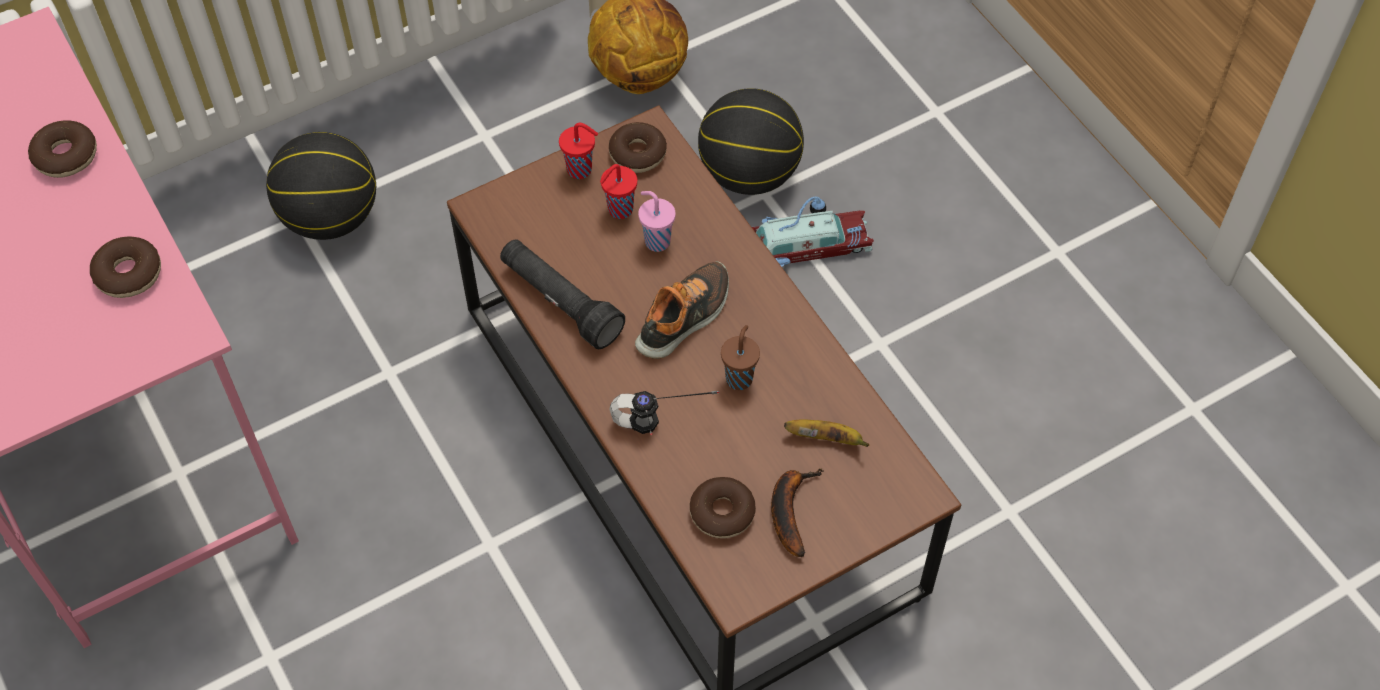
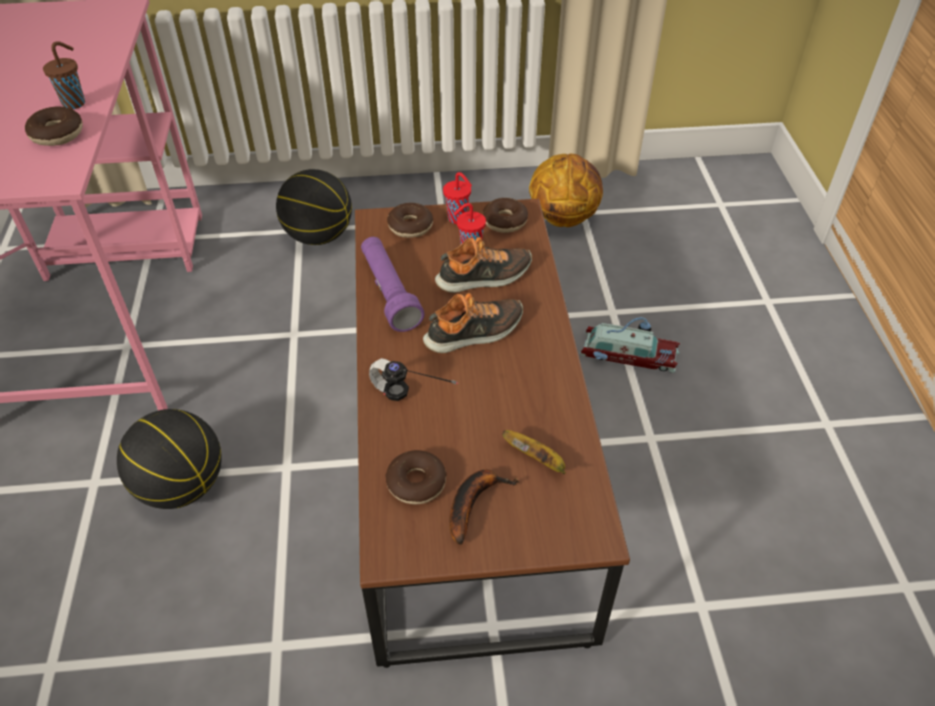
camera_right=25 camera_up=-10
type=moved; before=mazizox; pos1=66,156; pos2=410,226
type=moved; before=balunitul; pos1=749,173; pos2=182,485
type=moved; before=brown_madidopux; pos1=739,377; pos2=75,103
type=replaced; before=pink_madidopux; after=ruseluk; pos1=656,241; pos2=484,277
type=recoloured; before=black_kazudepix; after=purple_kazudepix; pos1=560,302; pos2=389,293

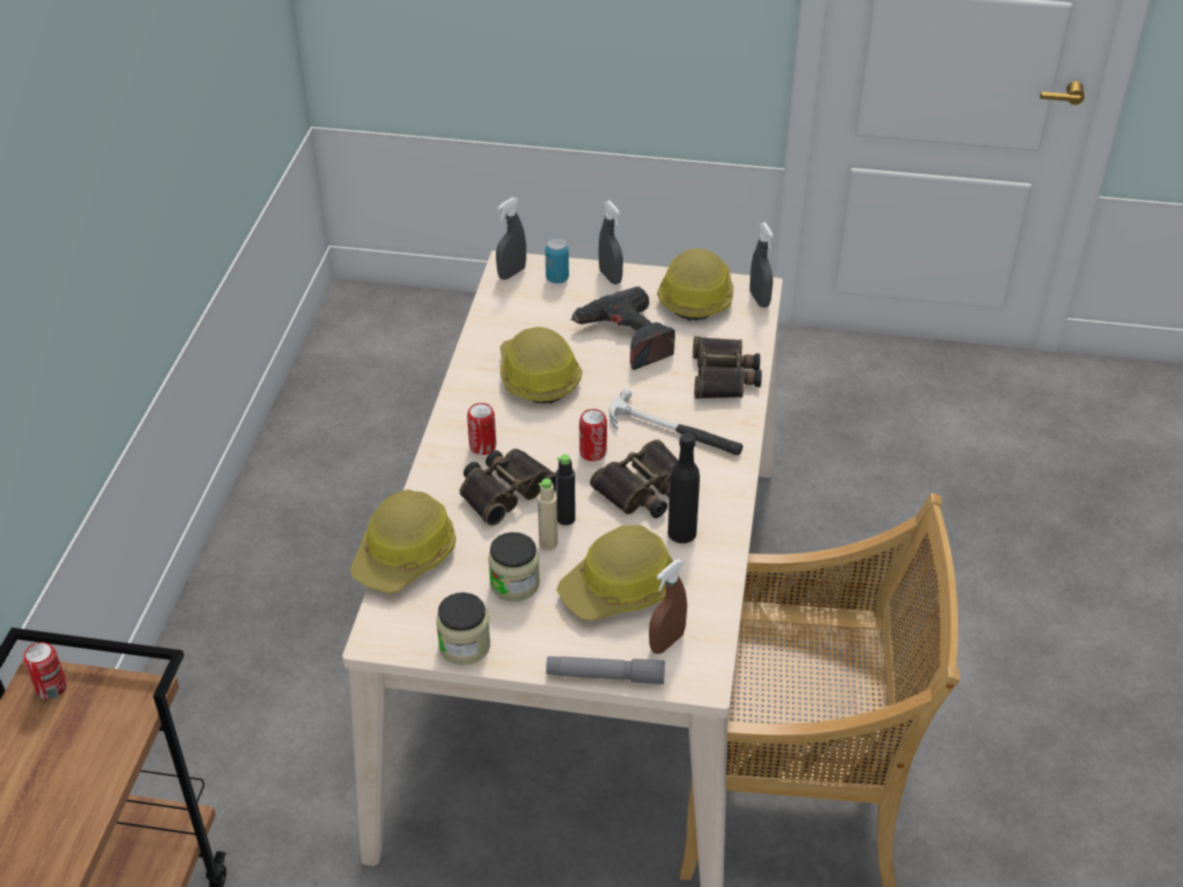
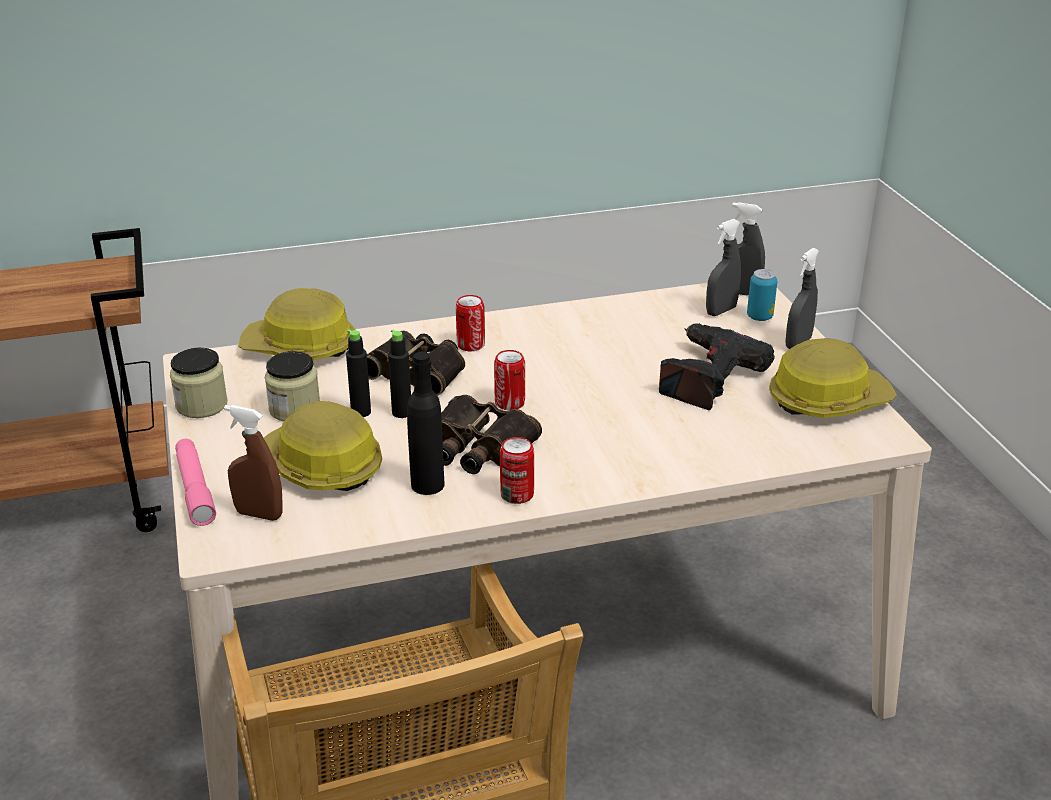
camera_right=65 camera_up=-10
type=removed; before=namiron; pos1=537,377
type=removed; before=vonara; pos1=674,432
type=removed; before=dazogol; pos1=724,376
type=moved; before=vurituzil; pos1=51,688; pos2=517,495
type=moved; before=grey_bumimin; pos1=759,299; pos2=721,311
type=recoloured; before=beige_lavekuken; after=black_lavekuken; pos1=548,543; pos2=361,412
type=recoloured; before=grey_kazudepix; after=pink_kazudepix; pos1=605,676; pos2=195,489

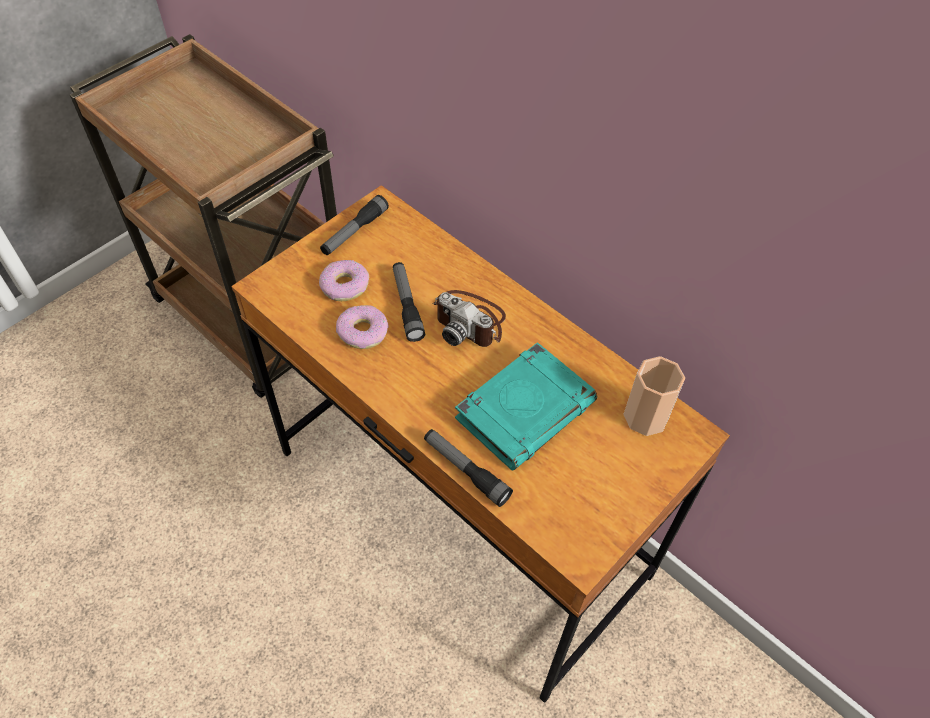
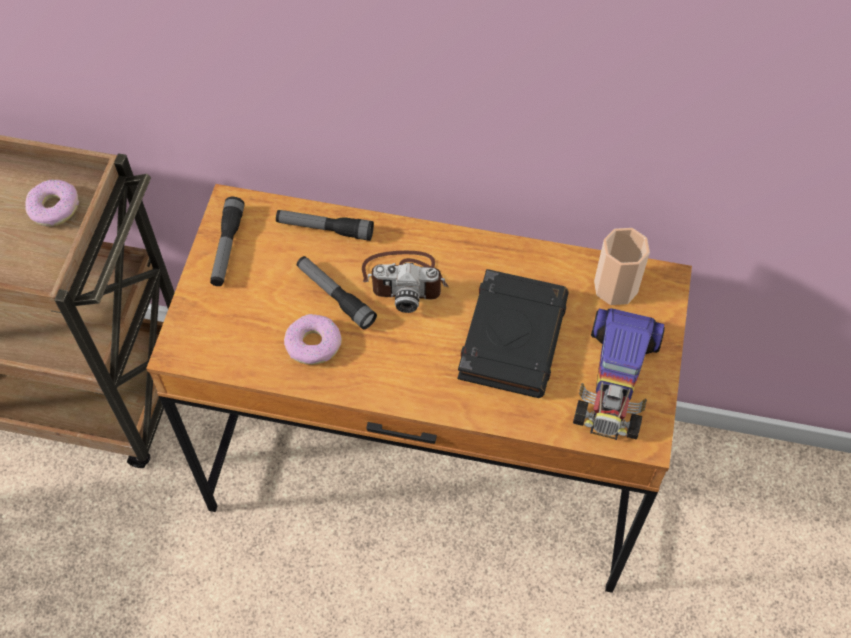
camera_right=-30 camera_up=5
type=added; after=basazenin; pos2=616,379
type=moved; before=mazizox; pos1=344,286; pos2=54,208
type=moved; before=kazudepix; pos1=466,470; pos2=325,229
type=recoloured; before=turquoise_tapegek; after=black_tapegek; pos1=525,409; pos2=512,336

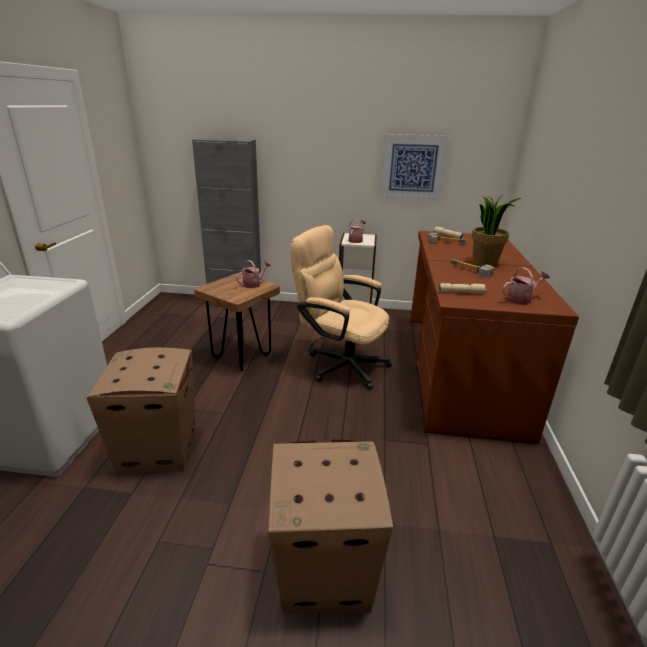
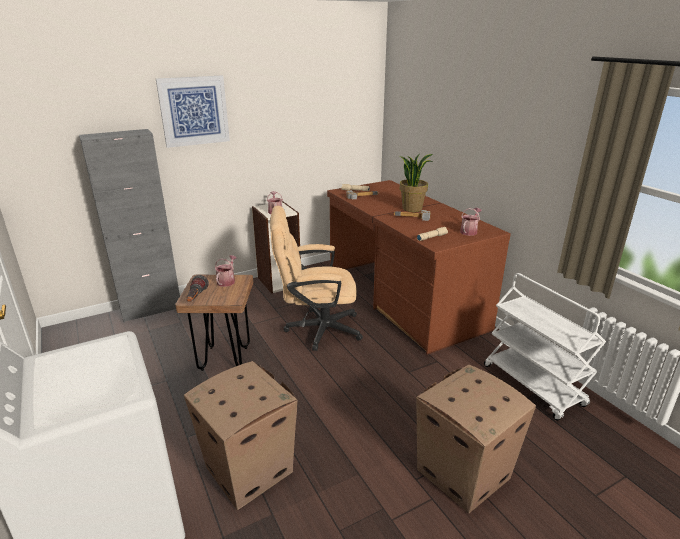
camera_right=-35 camera_up=0
type=added; after=kazudepix; pos2=196,298
type=added; after=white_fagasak; pos2=533,386
type=moved; before=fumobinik; pos1=413,167; pos2=194,111

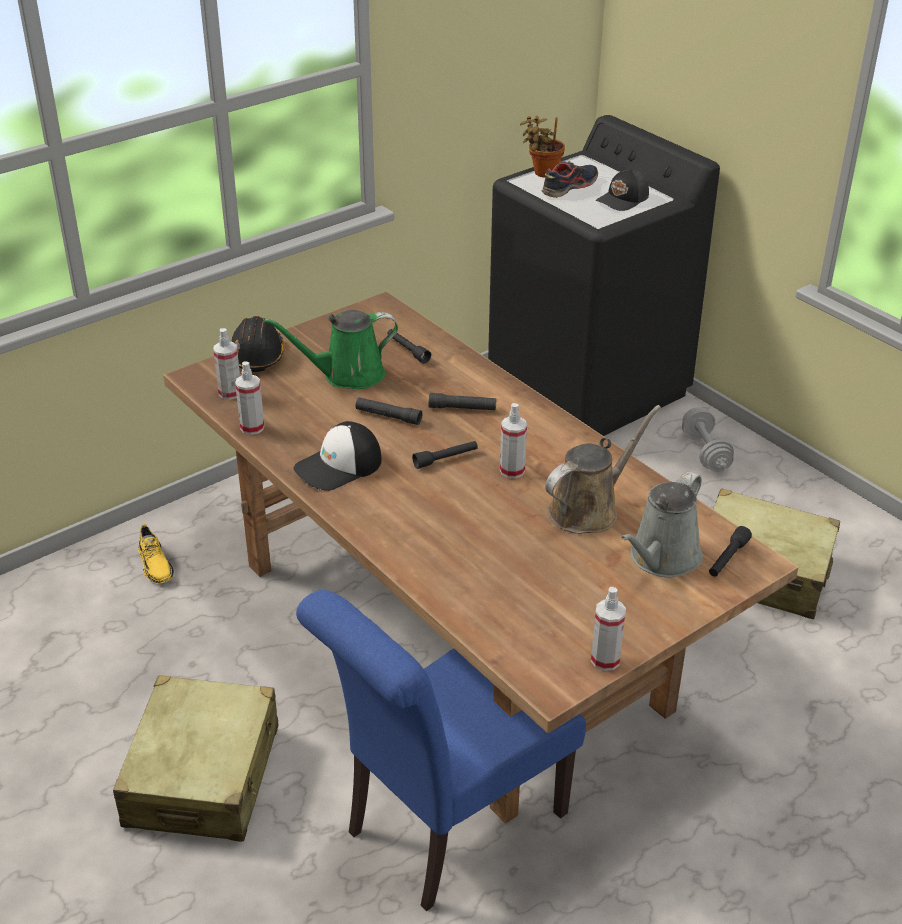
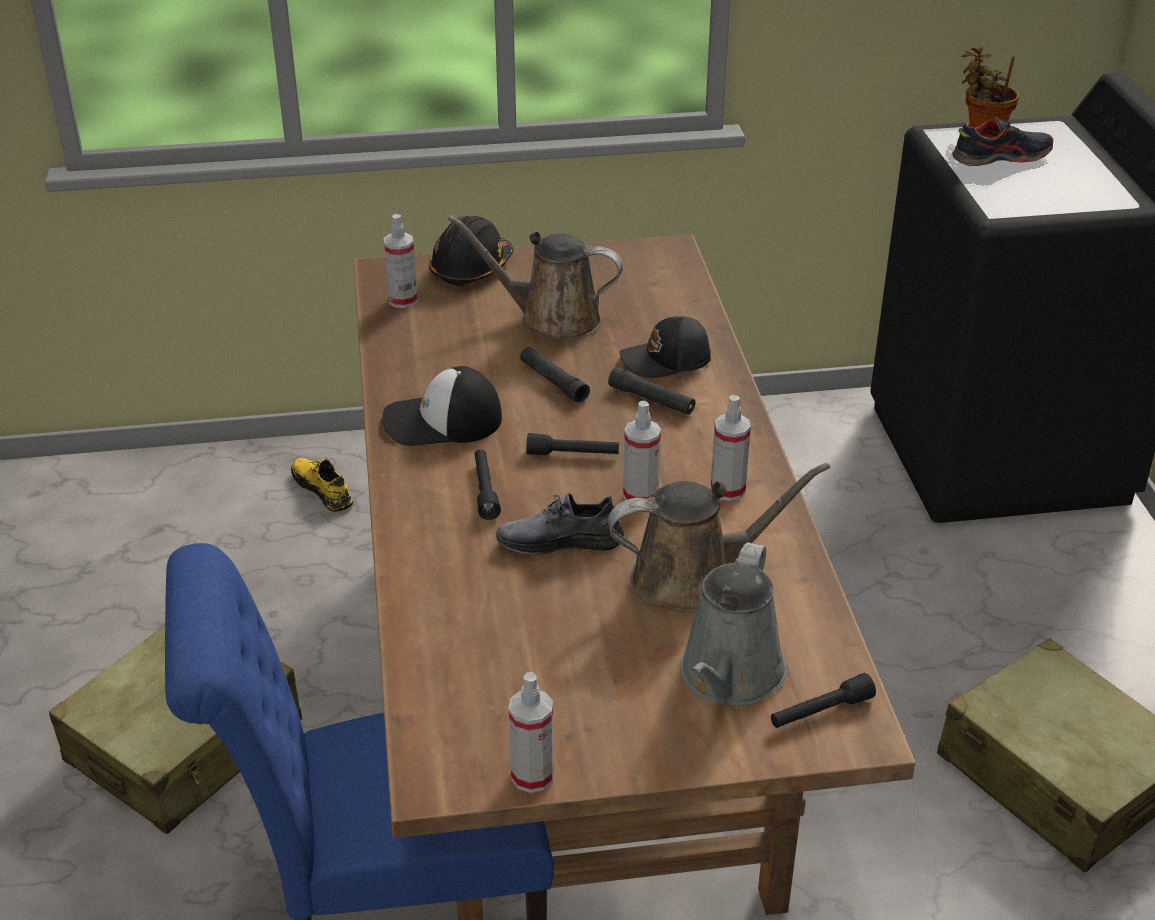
camera_right=30 camera_up=0
type=removed; before=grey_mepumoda; pos1=705,453
type=added; after=grey_ruseluk; pos2=559,541
type=moved; before=bumimin; pos1=252,427; pos2=728,490
type=moved; before=black_kazudepix; pos1=407,350; pos2=485,490
type=moved; before=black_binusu; pos1=623,200; pos2=667,361
type=recoloured; before=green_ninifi; after=brown_ninifi; pos1=347,375; pos2=552,319
type=turned; before=yellow_ruseluk; pos1=155,564; pos2=322,489; turn=135
type=turned; before=grey_ninifi; pos1=662,559; pos2=729,677; turn=-45

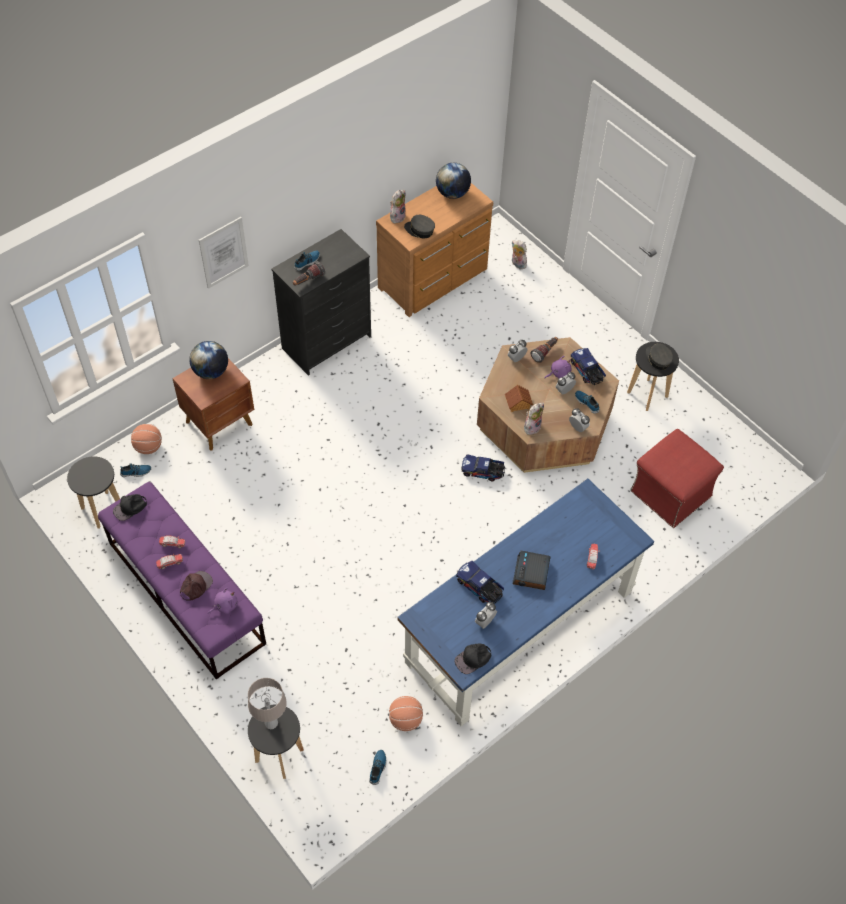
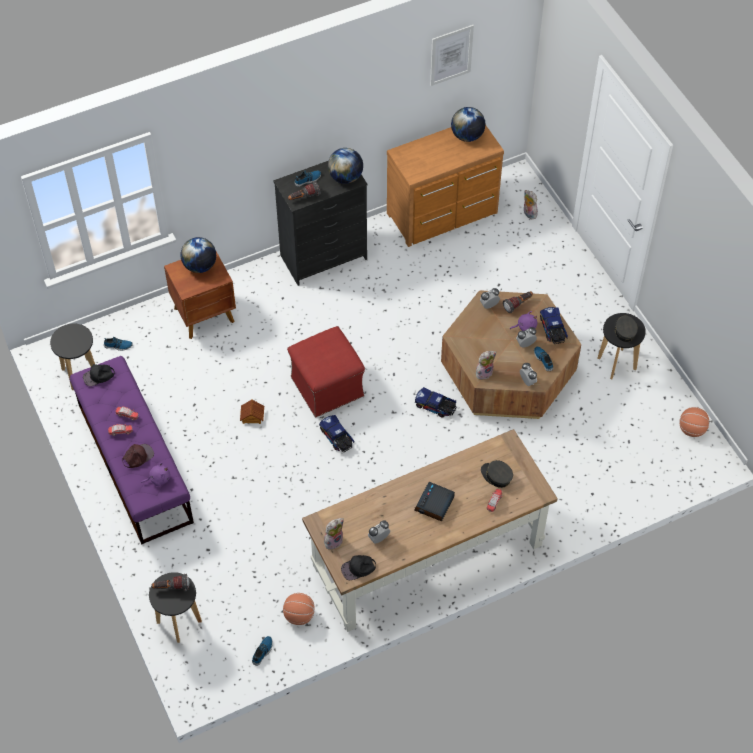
camera_right=15 camera_up=0
type=added; after=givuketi; pos2=345,177
type=moved; before=balunitul; pos1=148,447; pos2=691,429
type=moved; before=fumobinik; pos1=223,252; pos2=451,55
type=moved; before=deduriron; pos1=397,216; pos2=333,540
type=moved; before=grey_binusu; pos1=419,230; pos2=496,476
type=moved; before=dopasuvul; pos1=480,587; pos2=337,438
type=moved; before=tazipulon; pos1=518,403; pos2=252,416
type=moved; before=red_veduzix; pos1=670,493; pos2=326,386
type=replaced; before=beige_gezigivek; after=kazudepix; pos1=271,722; pos2=171,587
type=recoloured; before=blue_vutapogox; after=brown_vutapogox; pos1=519,628; pos2=427,556

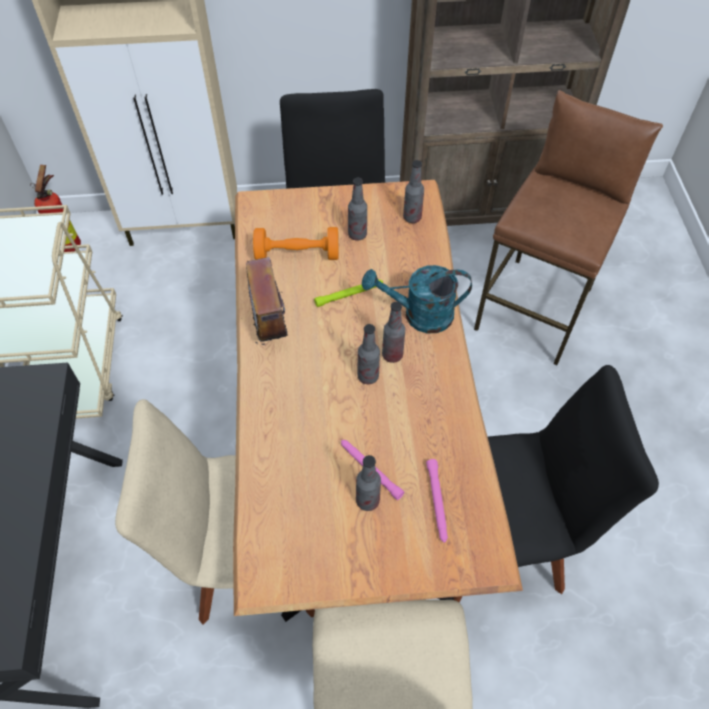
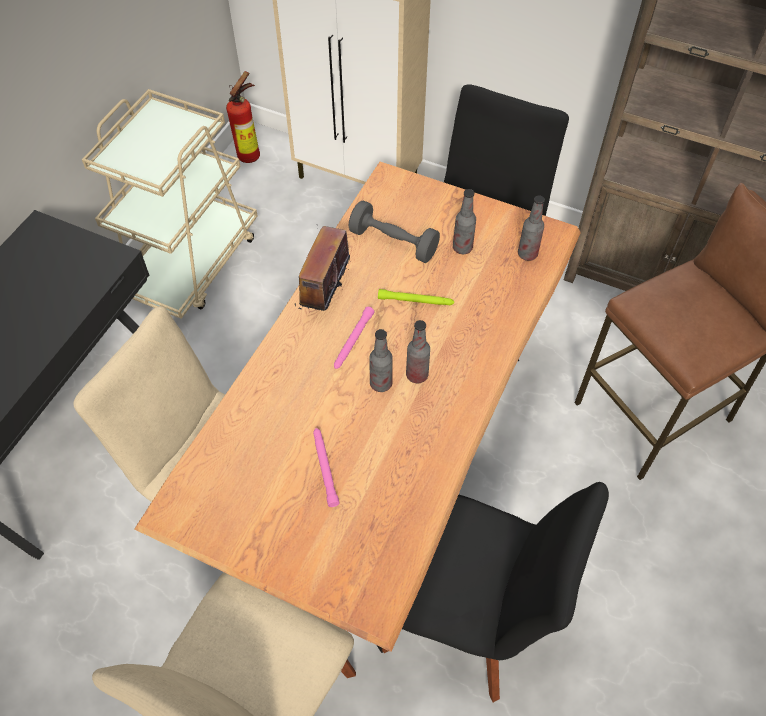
camera_right=30 camera_up=0
type=removed; before=lavekuken; pos1=367,500
type=removed; before=turquoise_ninifi; pos1=419,315
type=moved; before=pink_kazudepix; pos1=437,502; pos2=353,341
type=recoloured; before=orange_mepumoda; after=grey_mepumoda; pos1=297,254; pos2=393,242

